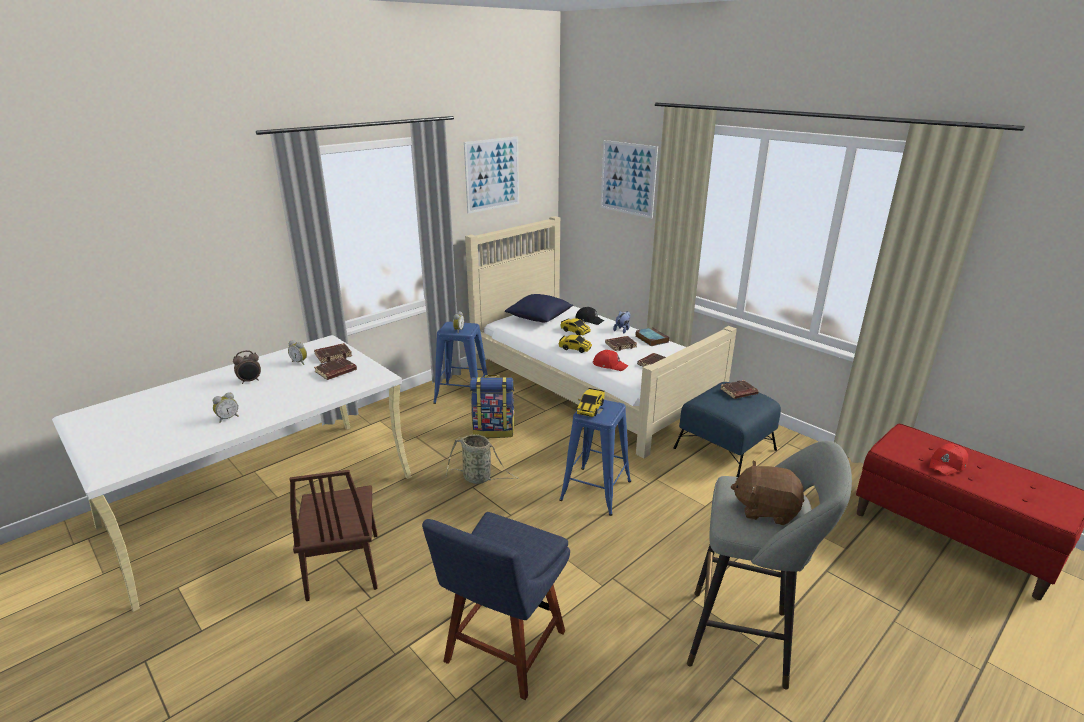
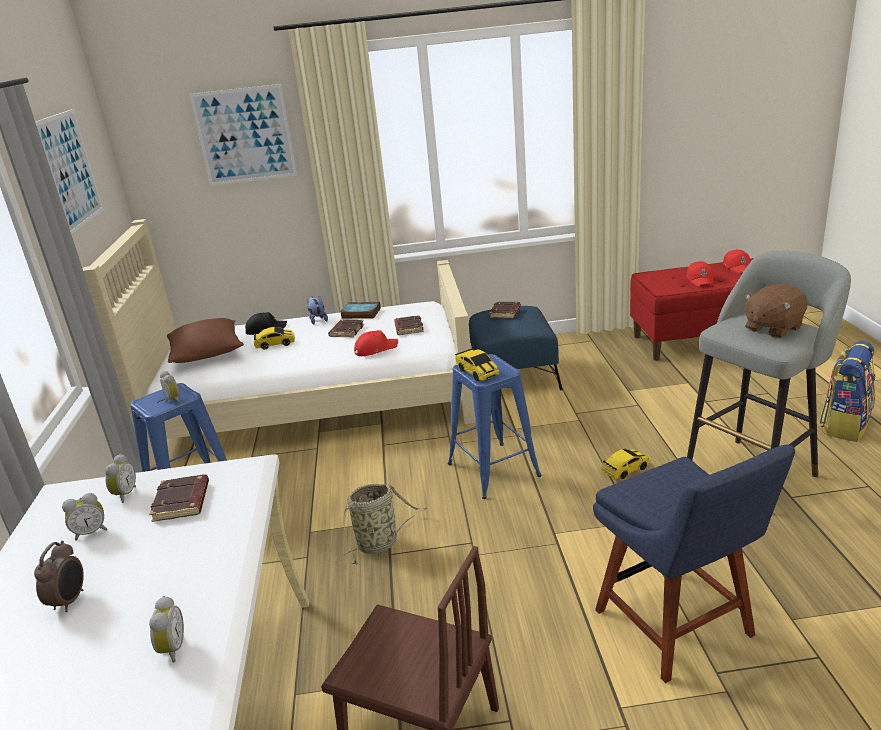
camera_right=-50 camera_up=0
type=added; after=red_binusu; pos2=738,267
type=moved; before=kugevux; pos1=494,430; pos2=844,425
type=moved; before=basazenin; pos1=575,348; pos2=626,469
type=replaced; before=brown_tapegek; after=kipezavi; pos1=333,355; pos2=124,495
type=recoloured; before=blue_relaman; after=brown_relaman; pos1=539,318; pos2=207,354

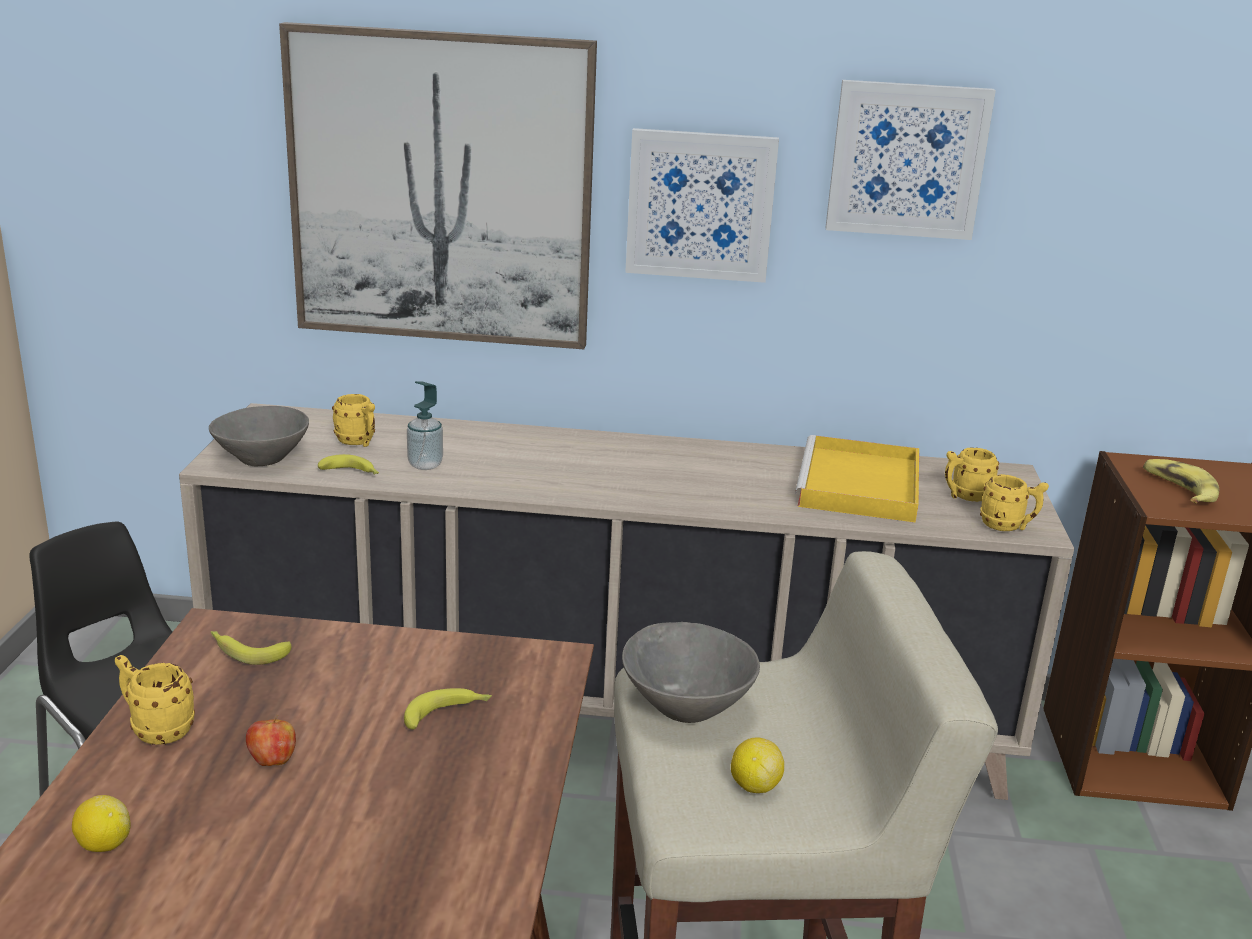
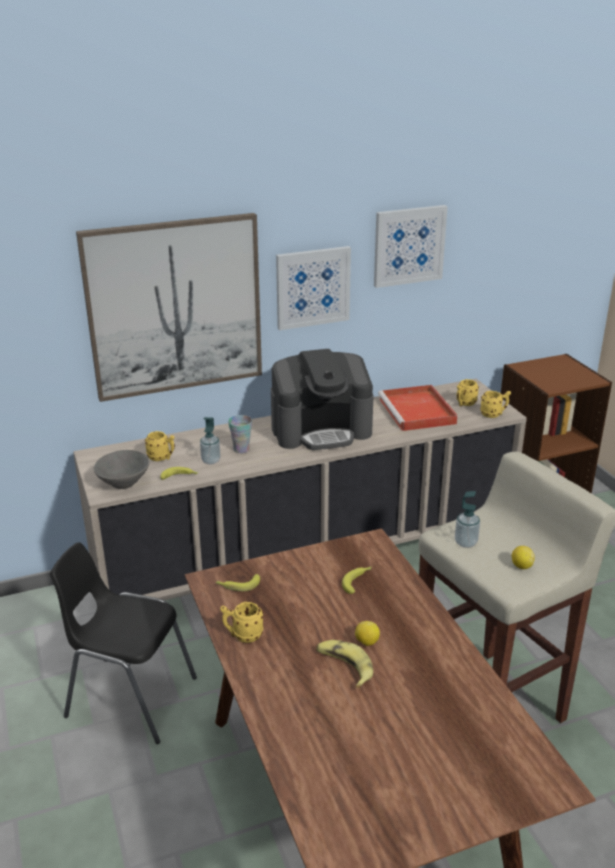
camera_right=-25 camera_up=5
type=removed; before=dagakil; pos1=272,761
type=added; after=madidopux; pos2=241,449
type=added; after=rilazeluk; pos2=321,429
type=moved; before=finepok; pos1=104,844; pos2=366,642
type=moved; before=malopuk; pos1=1178,490; pos2=344,666
type=replaced; before=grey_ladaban; after=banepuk; pos1=686,706; pos2=465,542
type=recoloured; before=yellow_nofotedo; after=red_nofotedo; pos1=860,486; pos2=418,412

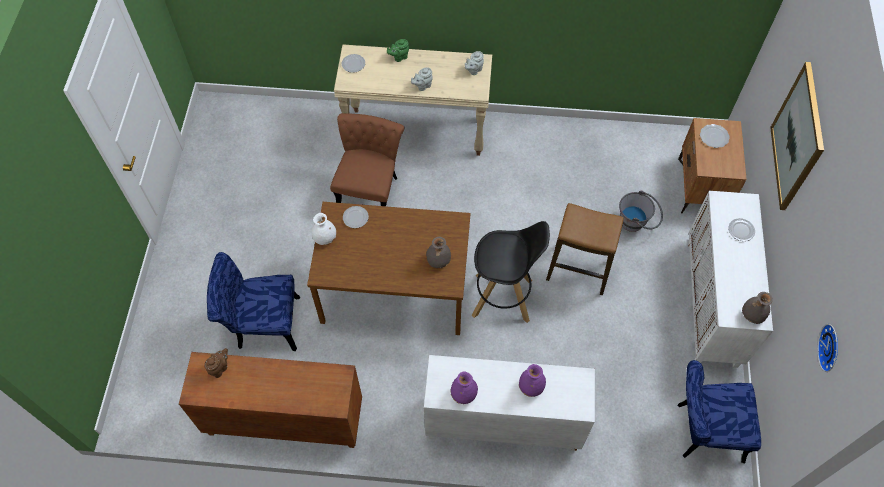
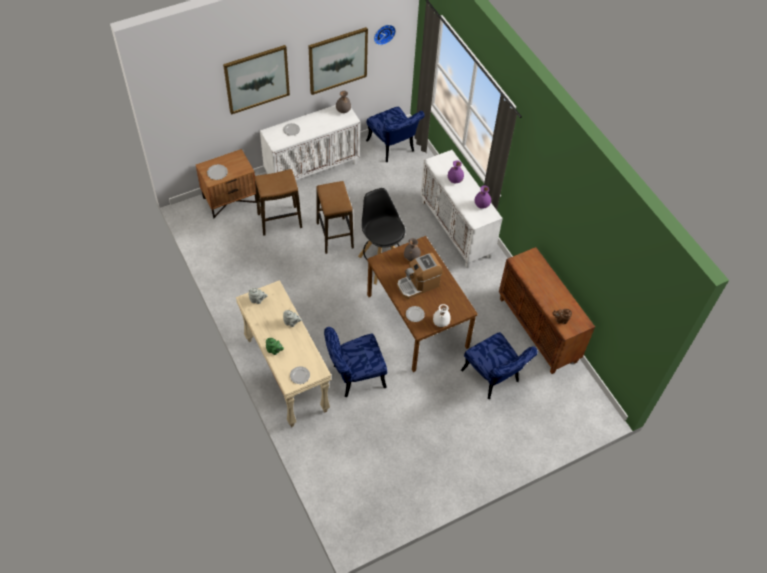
camera_right=-125 camera_up=-5
type=added; after=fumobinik; pos2=338,60
type=added; after=rilazeluk; pos2=418,284
type=replaced; before=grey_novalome; after=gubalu; pos1=637,223; pos2=279,221
type=recoloured; before=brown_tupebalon; after=blue_tupebalon; pos1=370,189; pos2=354,376

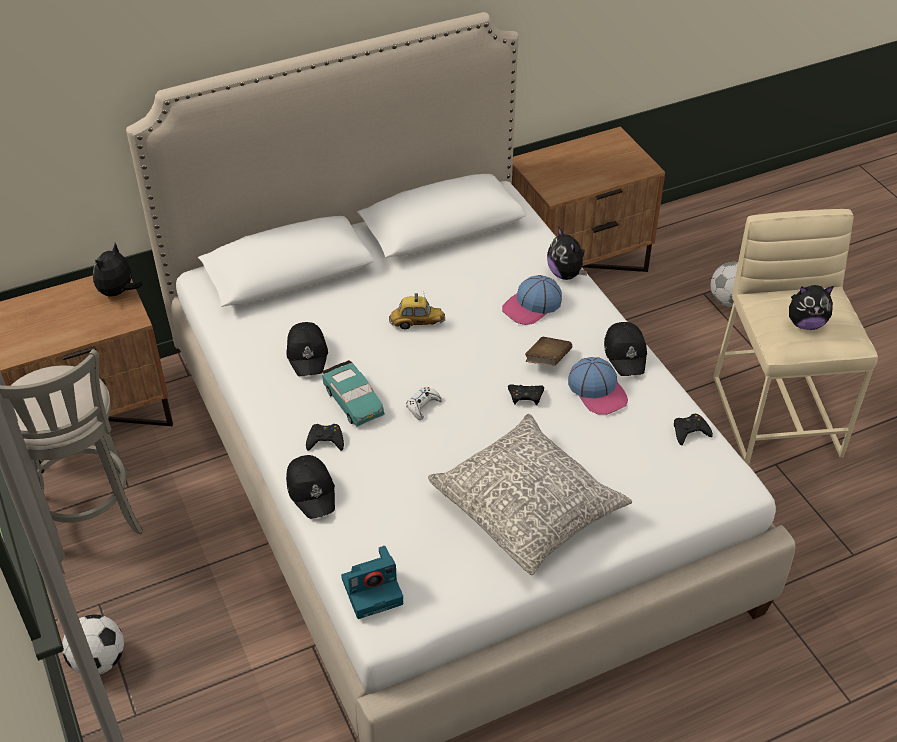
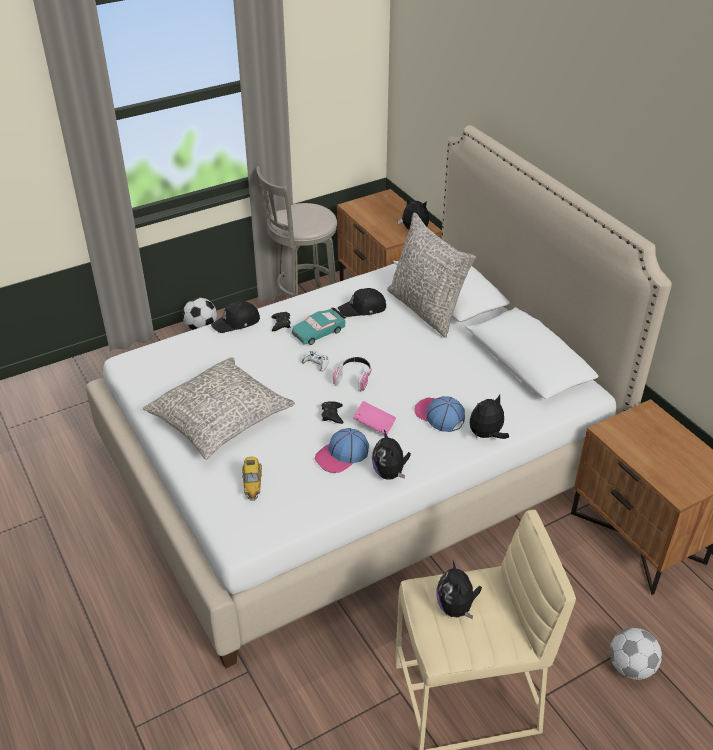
camera_right=85 camera_up=-5
type=removed; before=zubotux; pos1=373,590
type=removed; before=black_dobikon; pos1=690,432
type=added; after=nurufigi; pos2=354,377
type=added; after=grey_relaman; pos2=426,309
type=moved; before=basazenin; pos1=417,323; pos2=252,485
type=replaced; before=black_binusu; after=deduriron; pos1=626,354; pos2=390,473
type=recoloured; before=brown_tapegek; after=pink_tapegek; pos1=547,360; pos2=374,426

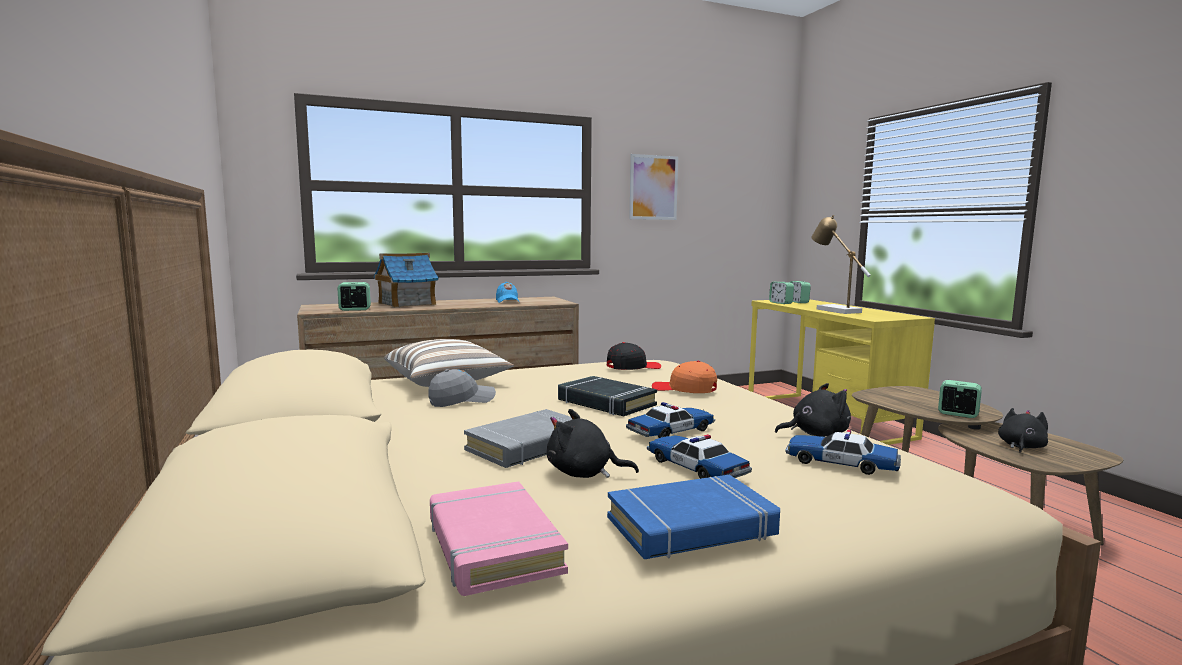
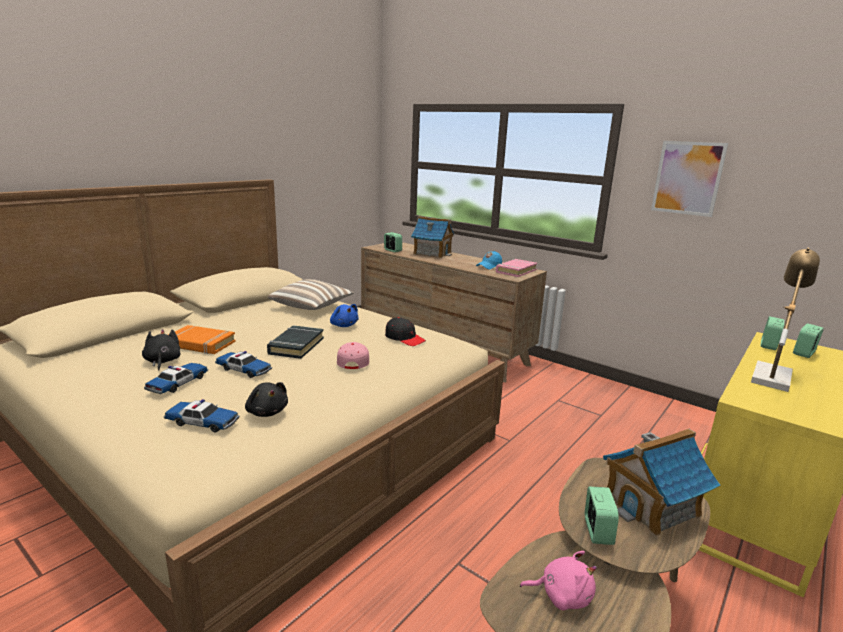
camera_right=60 camera_up=10
type=removed; before=grey_binusu; pos1=462,401
type=removed; before=blue_tapegek; pos1=691,527
type=added; after=blue_deduriron; pos2=343,325
type=added; after=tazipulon; pos2=651,505
type=moved; before=pink_tapegek; pos1=492,545; pos2=515,271
type=recoloured; before=grey_tapegek; after=orange_tapegek; pos1=529,446; pos2=200,344
type=recoloured; before=orange_binusu; after=pink_binusu; pos1=684,389; pos2=353,361
type=recoloured; before=black_deduriron; after=pink_deduriron; pos1=1021,447; pos2=561,595
type=turned; before=basazenin; pos1=841,463; pos2=202,422; turn=105

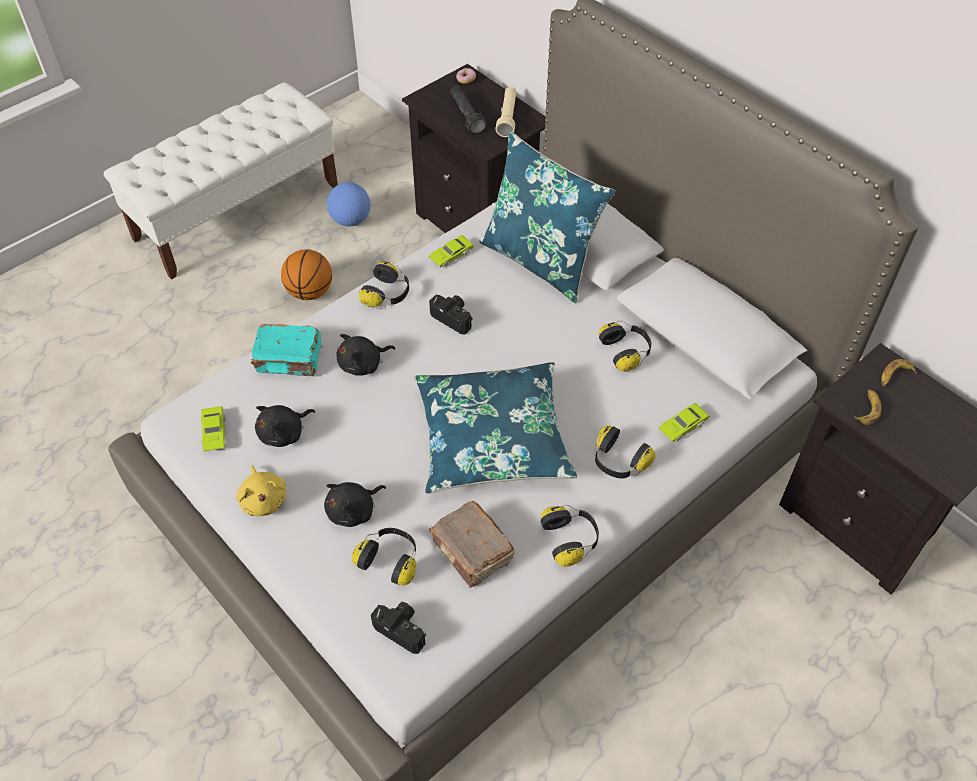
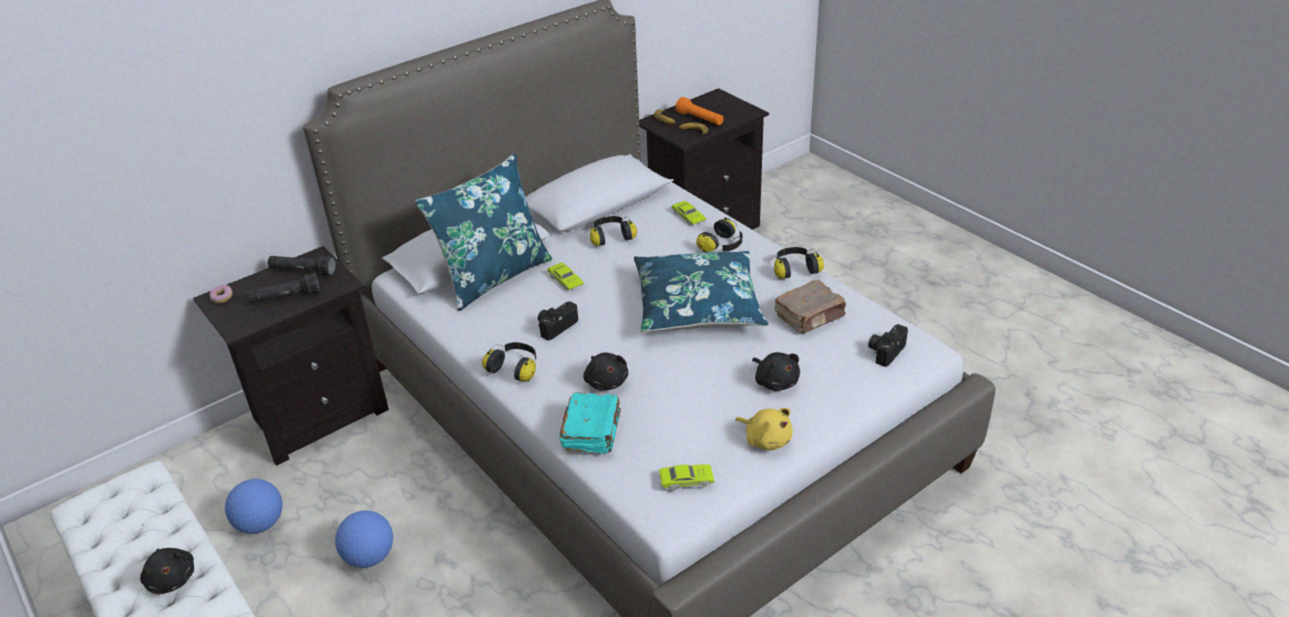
camera_right=-85 camera_up=-15
type=removed; before=nurufigi; pos1=391,560
type=added; after=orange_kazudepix; pos2=700,119
type=moved; before=black_deduriron; pos1=284,433; pos2=172,579
type=moved; before=green_basazenin; pos1=451,255; pos2=565,280
type=replaced; before=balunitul; after=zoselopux; pos1=310,292; pos2=369,557
type=recoloured; before=beige_kazudepix; after=black_kazudepix; pos1=507,117; pos2=303,272
type=turned; before=yellow_deduriron; pos1=264,499; pos2=766,439; turn=60

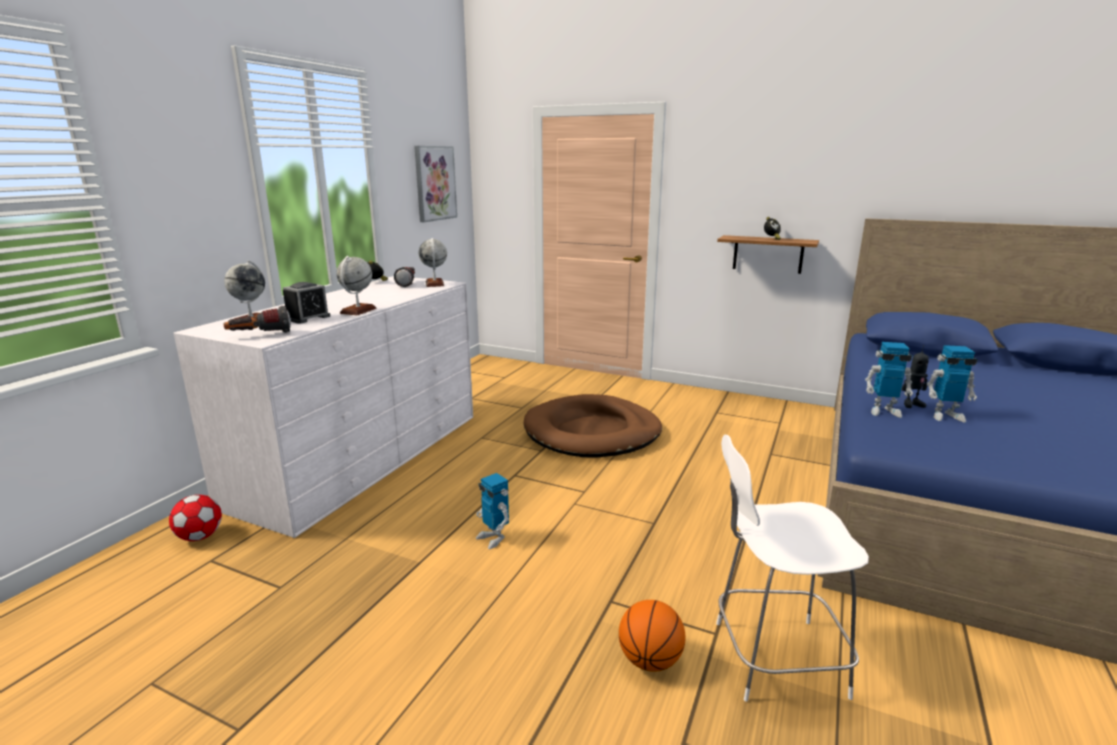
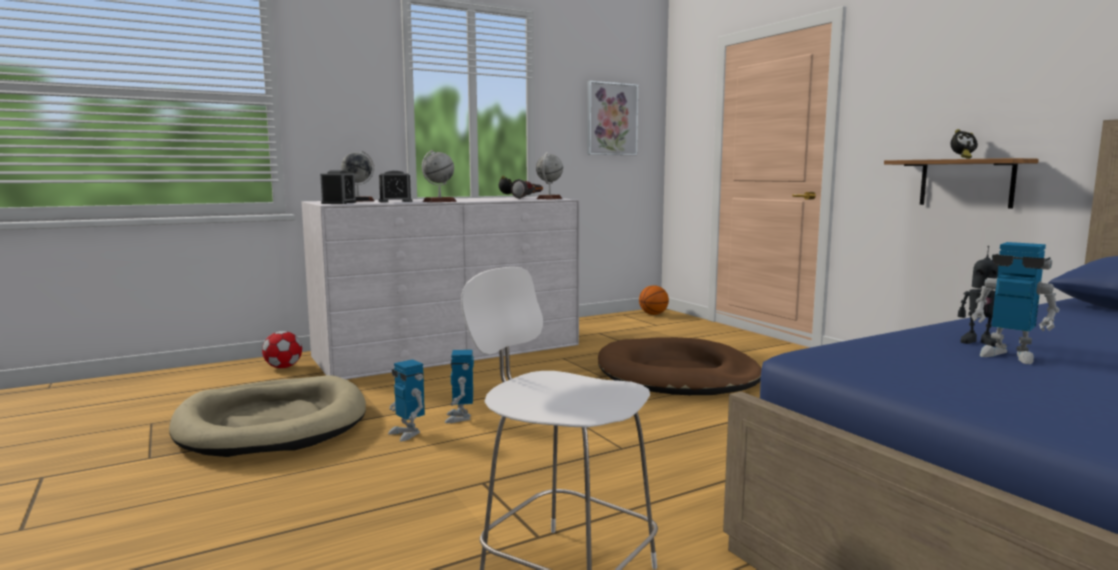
camera_right=35 camera_up=-10
type=added; after=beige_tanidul; pos2=273,423
type=moved; before=balunitul; pos1=650,660; pos2=653,314
type=moved; before=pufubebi; pos1=884,411; pos2=407,433
type=replaced; before=kazudepix; after=kipezavi; pos1=260,335; pos2=339,203

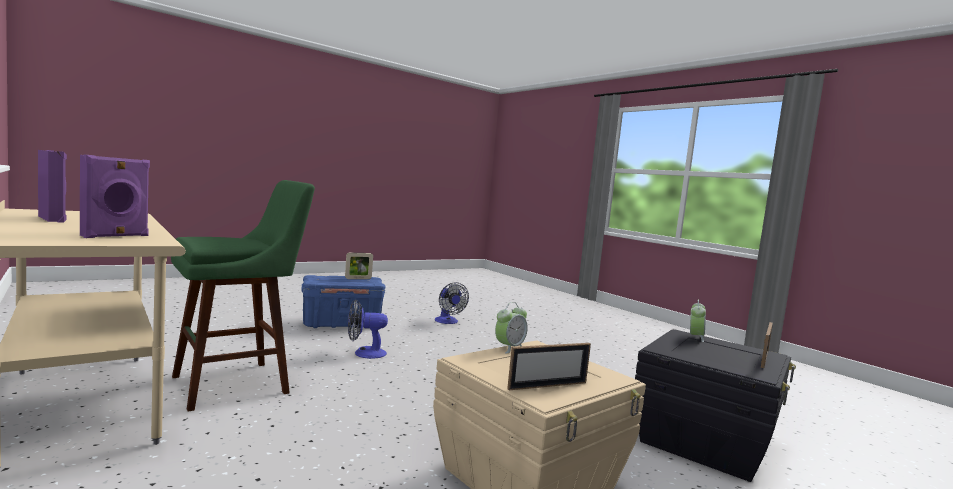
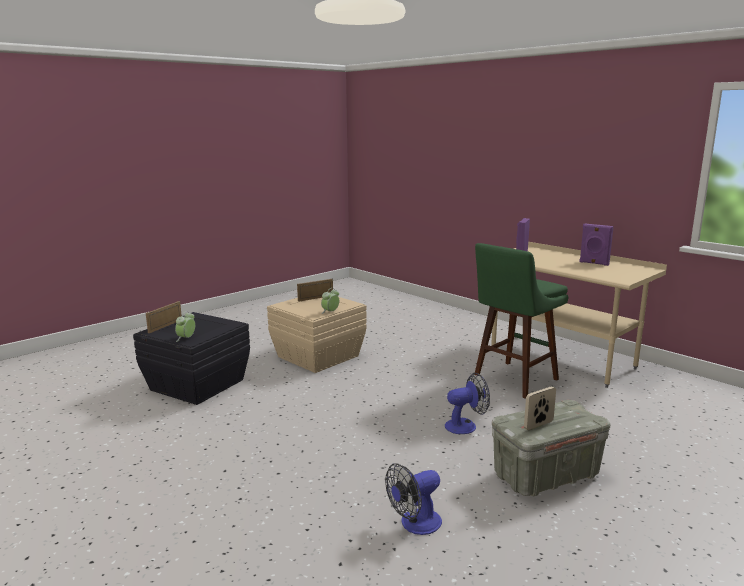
camera_right=175 camera_up=10
type=recoloured; before=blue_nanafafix; after=grey_nanafafix; pos1=342,324; pos2=545,475
type=turned; before=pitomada; pos1=448,322; pos2=415,524; turn=-90

